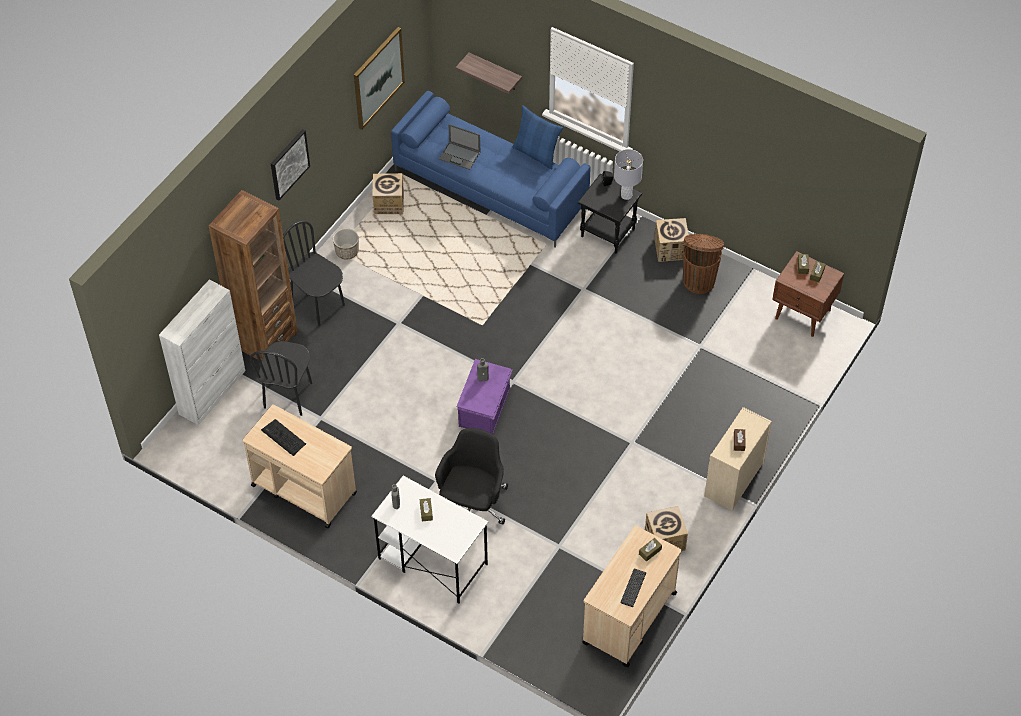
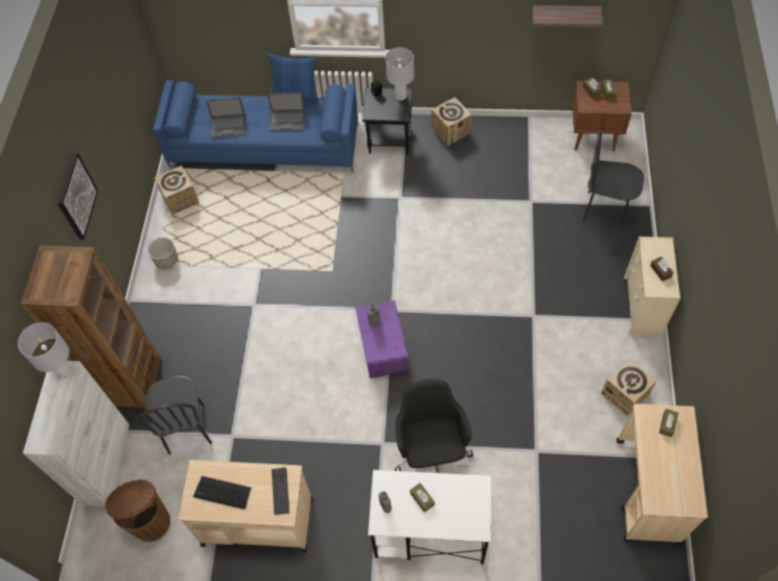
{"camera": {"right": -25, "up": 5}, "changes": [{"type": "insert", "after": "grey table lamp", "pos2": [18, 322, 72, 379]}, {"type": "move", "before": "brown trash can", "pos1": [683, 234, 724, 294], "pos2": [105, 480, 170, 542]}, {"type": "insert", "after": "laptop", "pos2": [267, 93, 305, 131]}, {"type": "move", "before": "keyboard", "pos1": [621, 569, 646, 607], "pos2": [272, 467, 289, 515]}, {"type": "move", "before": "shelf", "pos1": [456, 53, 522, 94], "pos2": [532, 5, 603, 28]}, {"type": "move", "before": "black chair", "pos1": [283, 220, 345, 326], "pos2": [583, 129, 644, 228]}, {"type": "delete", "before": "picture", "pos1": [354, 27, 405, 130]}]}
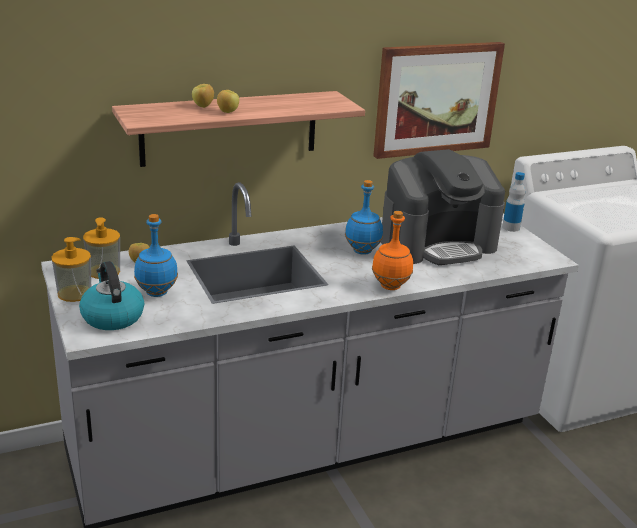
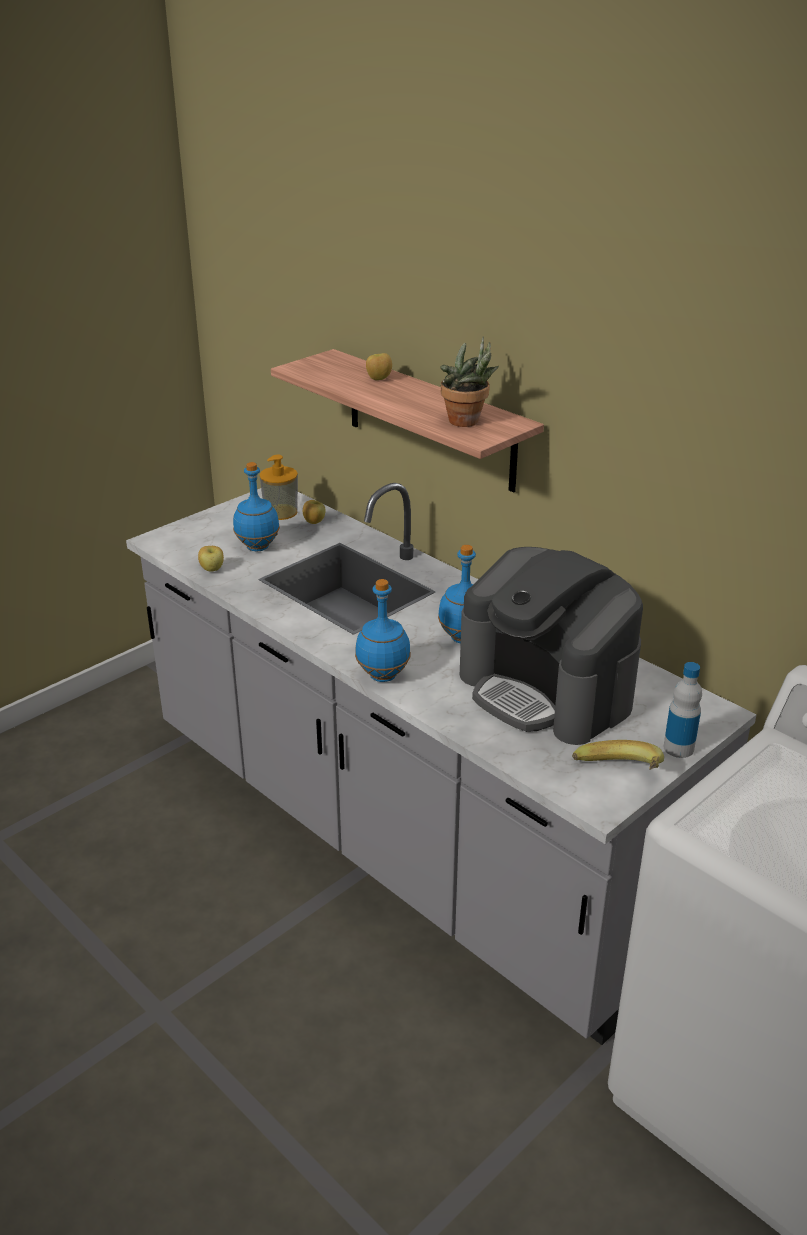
{"camera": {"right": 70, "up": 5}, "changes": [{"type": "move", "before": "apple", "pos1": [217, 90, 239, 113], "pos2": [198, 546, 224, 572]}, {"type": "recolor", "before": "orange bottle", "after": "blue bottle", "pos1": [372, 211, 413, 290], "pos2": [355, 579, 411, 682]}, {"type": "insert", "after": "potted plant", "pos2": [440, 337, 499, 427]}, {"type": "insert", "after": "banana", "pos2": [572, 740, 664, 769]}, {"type": "delete", "before": "soap dispenser", "pos1": [52, 237, 91, 302]}, {"type": "delete", "before": "kettle", "pos1": [79, 261, 144, 330]}, {"type": "delete", "before": "picture", "pos1": [373, 42, 505, 159]}]}
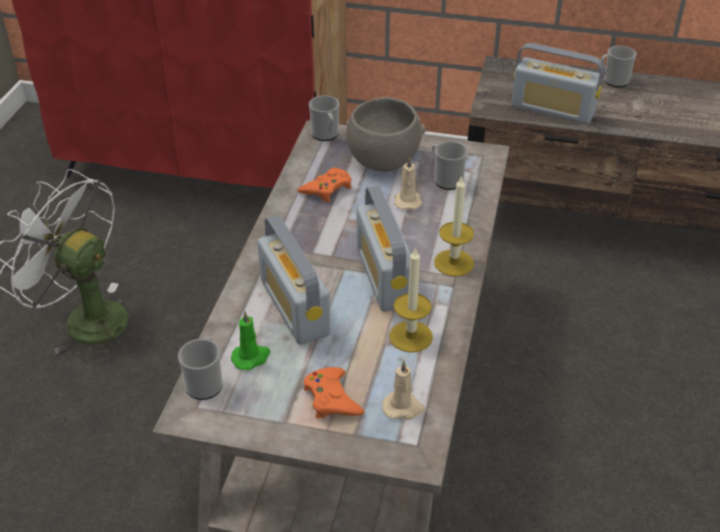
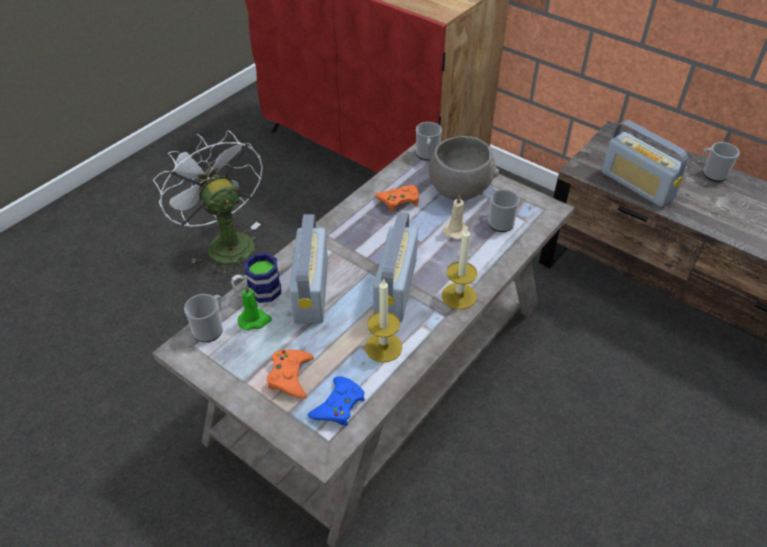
{"camera": {"right": 25, "up": 5}, "changes": [{"type": "insert", "after": "mug", "pos2": [231, 253, 281, 303]}, {"type": "replace", "before": "beige candle", "after": "blue game controller", "pos1": [382, 360, 425, 420], "pos2": [308, 376, 365, 426]}]}
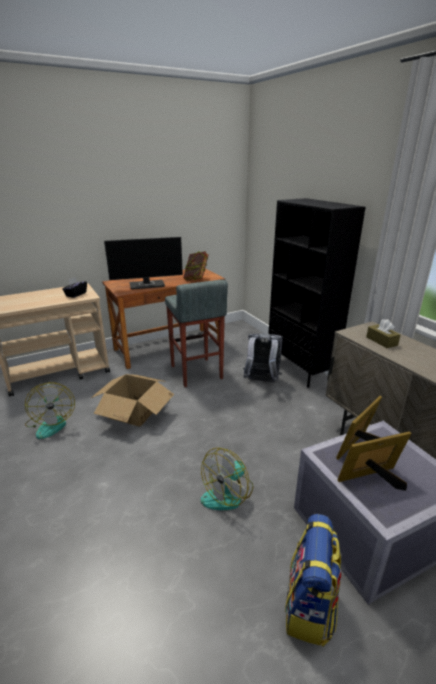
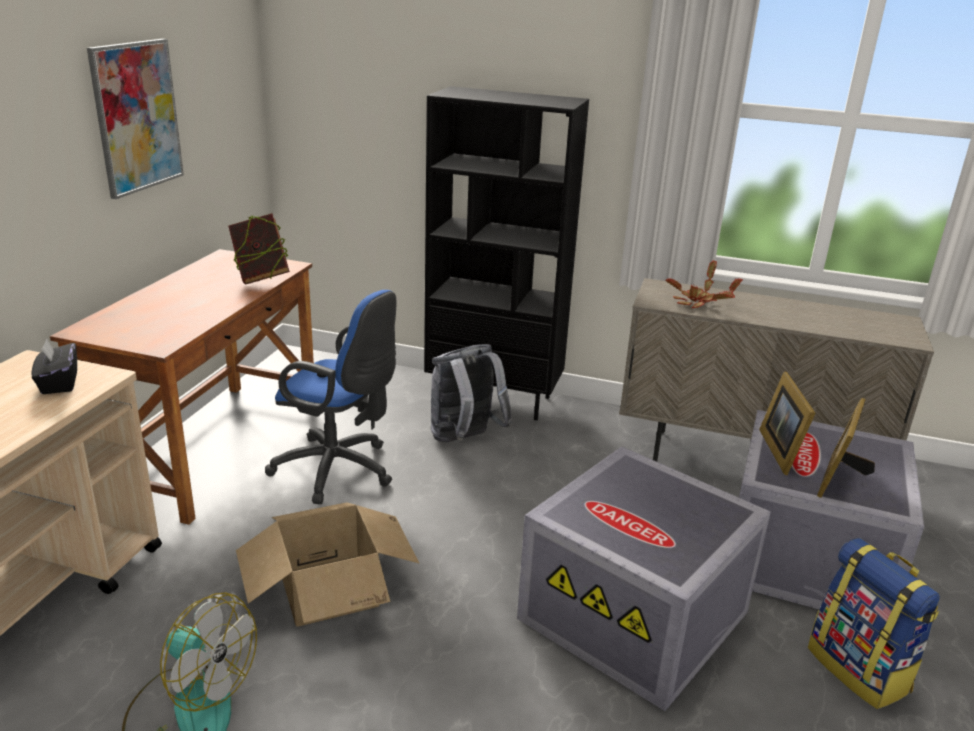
{"camera": {"right": -45, "up": 0}, "changes": [{"type": "insert", "after": "picture", "pos2": [87, 39, 184, 199]}, {"type": "replace", "before": "grey stool", "after": "blue office chair", "pos1": [165, 280, 228, 387], "pos2": [265, 290, 397, 504]}, {"type": "replace", "before": "fan", "after": "grey storage box", "pos1": [201, 448, 253, 510], "pos2": [517, 446, 771, 711]}, {"type": "replace", "before": "brown tissue box", "after": "potted plant", "pos1": [366, 319, 400, 348], "pos2": [665, 260, 743, 308]}, {"type": "delete", "before": "monitor", "pos1": [104, 237, 183, 289]}]}
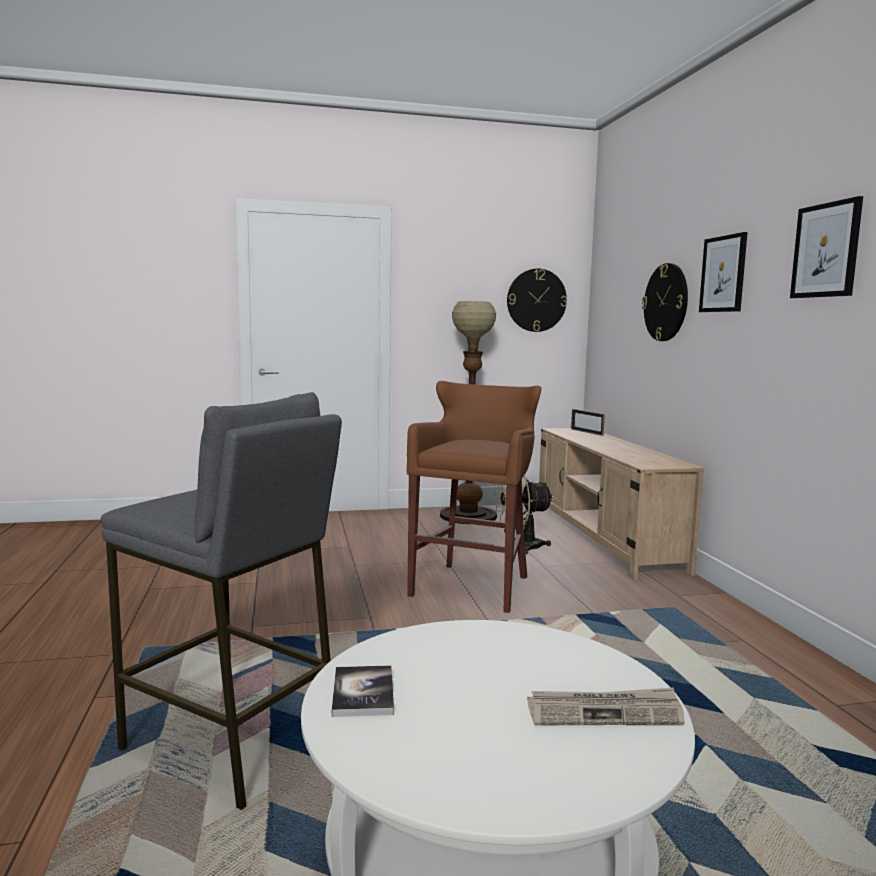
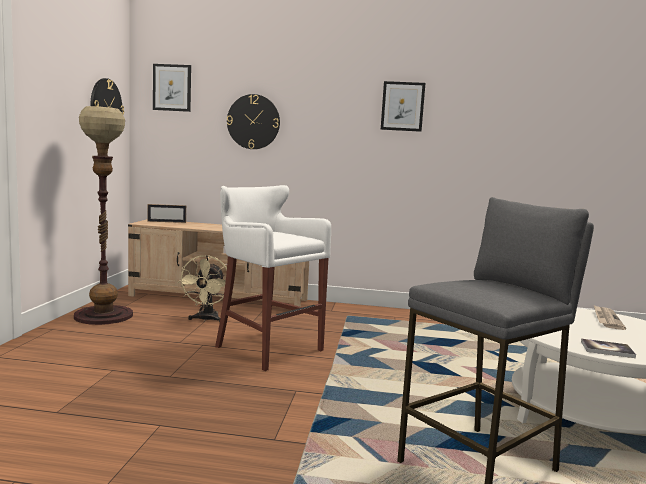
{"camera": {"right": -70, "up": 0}, "changes": [{"type": "move", "before": "picture", "pos1": [699, 232, 748, 312], "pos2": [153, 64, 191, 112]}, {"type": "recolor", "before": "brown stool", "after": "white stool", "pos1": [407, 381, 542, 613], "pos2": [215, 185, 331, 371]}]}
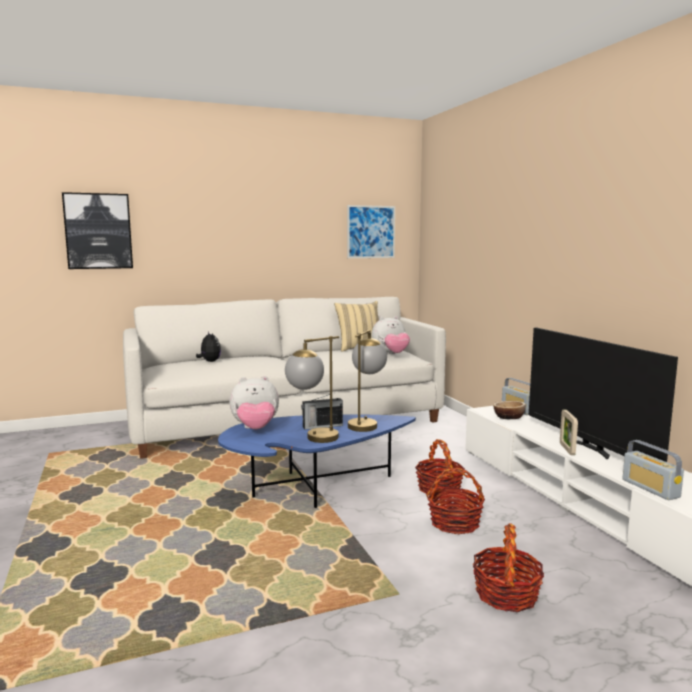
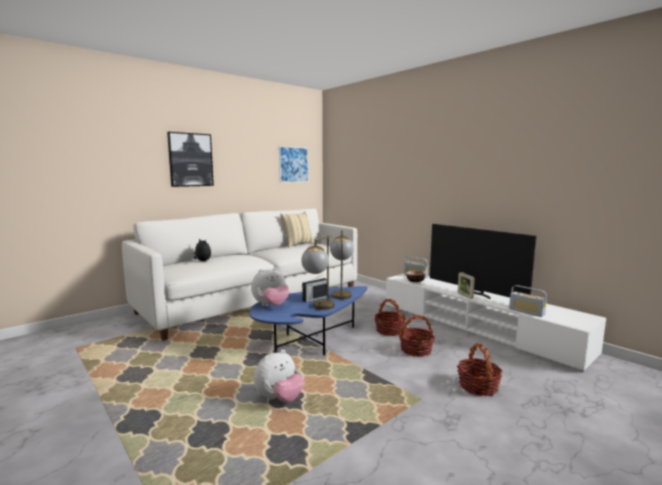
{"camera": {"right": -20, "up": 0}, "changes": [{"type": "move", "before": "picture", "pos1": [62, 192, 133, 269], "pos2": [167, 132, 214, 187]}, {"type": "move", "before": "plush toy", "pos1": [371, 316, 410, 354], "pos2": [254, 349, 304, 403]}]}
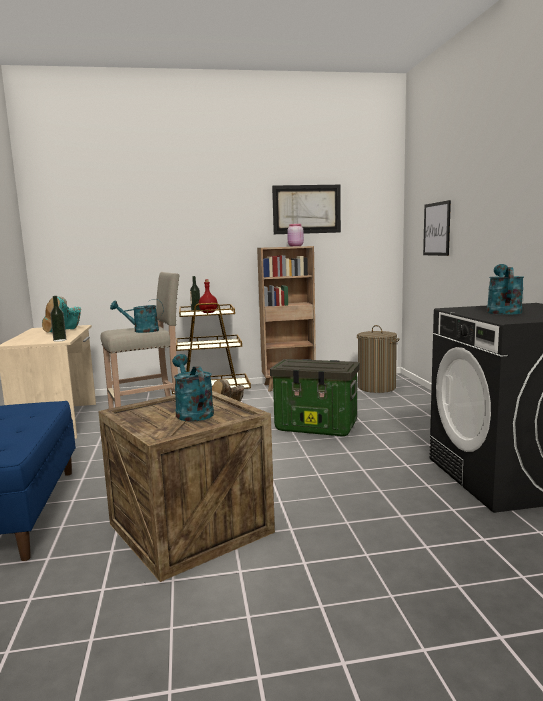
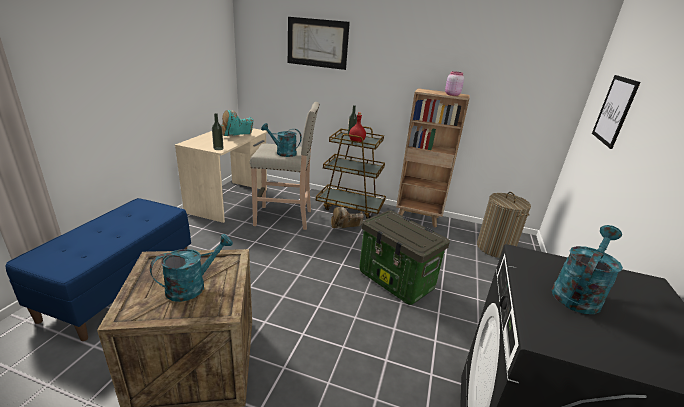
{"camera": {"right": 25, "up": 15}, "changes": [{"type": "rotate", "before": "turquoise watering can", "pos1": [172, 354, 214, 421], "pos2": [150, 234, 233, 302], "turn": 45}, {"type": "move", "before": "picture", "pos1": [272, 185, 341, 234], "pos2": [288, 17, 350, 70]}]}
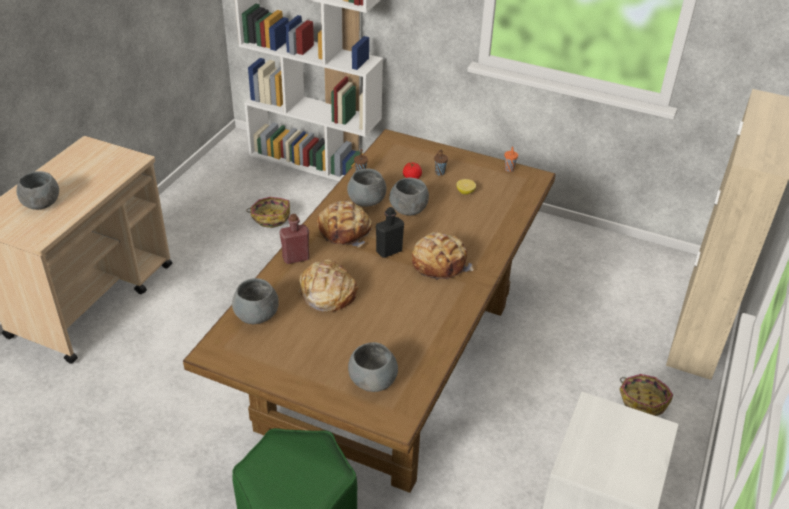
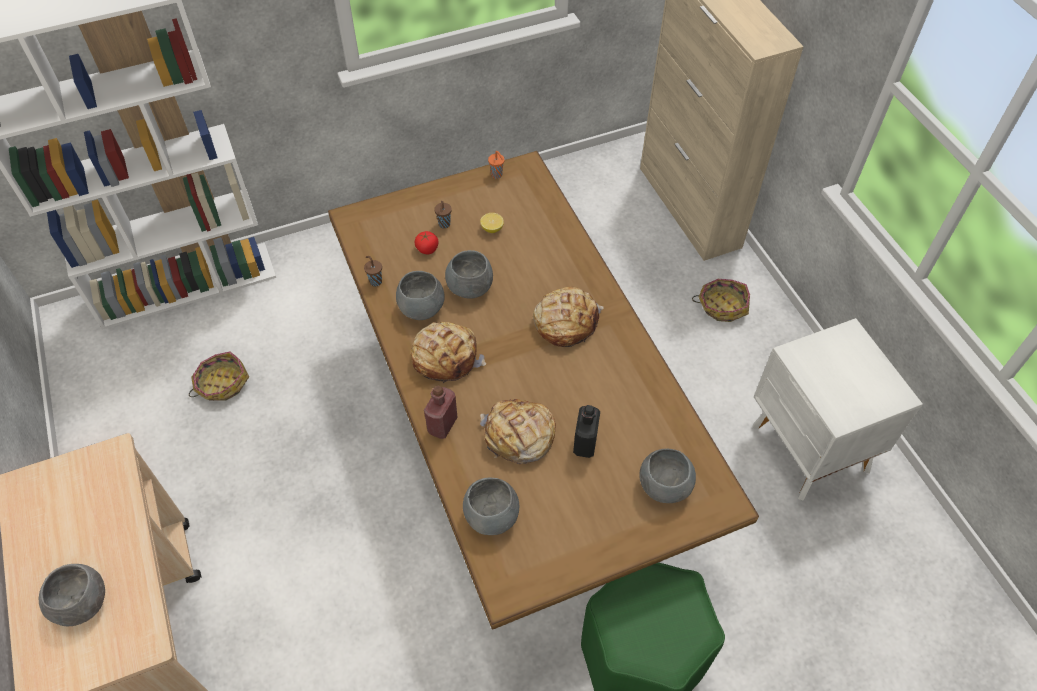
{"camera": {"right": -45, "up": 15}, "changes": [{"type": "move", "before": "black bottle", "pos1": [376, 207, 404, 258], "pos2": [573, 405, 600, 458]}]}
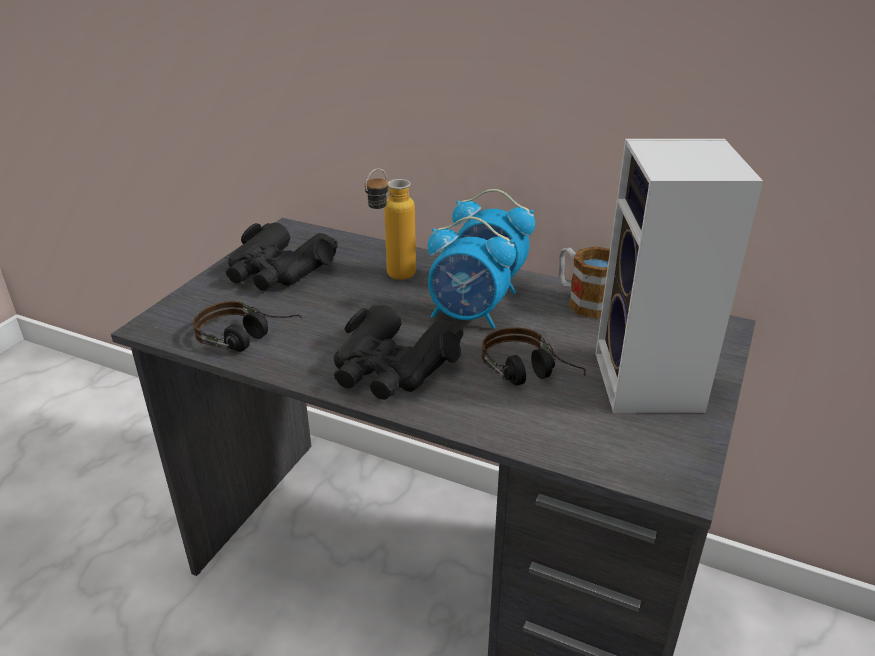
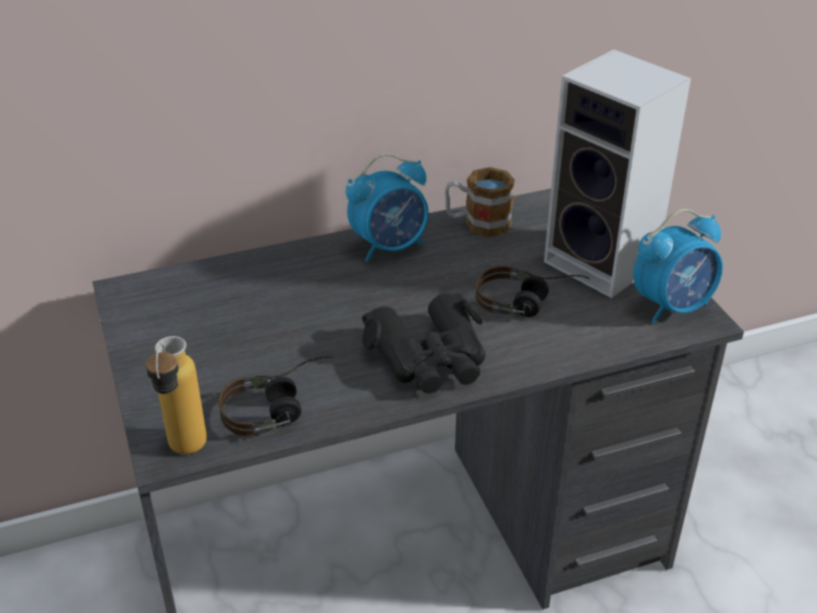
{"camera": {"right": -45, "up": 5}, "changes": [{"type": "move", "before": "bottle", "pos1": [365, 168, 416, 280], "pos2": [146, 336, 207, 454]}, {"type": "move", "before": "alarm clock", "pos1": [428, 217, 516, 329], "pos2": [633, 209, 723, 324]}, {"type": "delete", "before": "black binoculars", "pos1": [226, 223, 338, 291]}]}
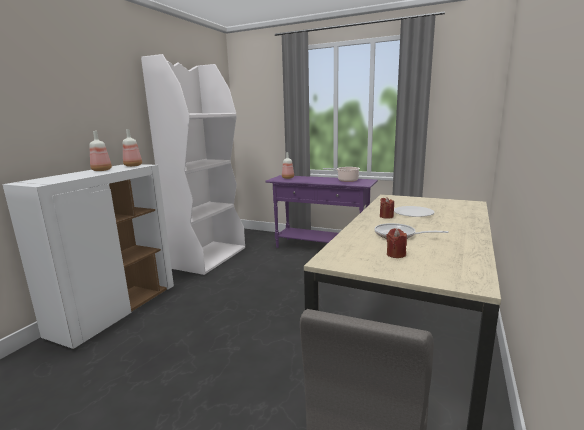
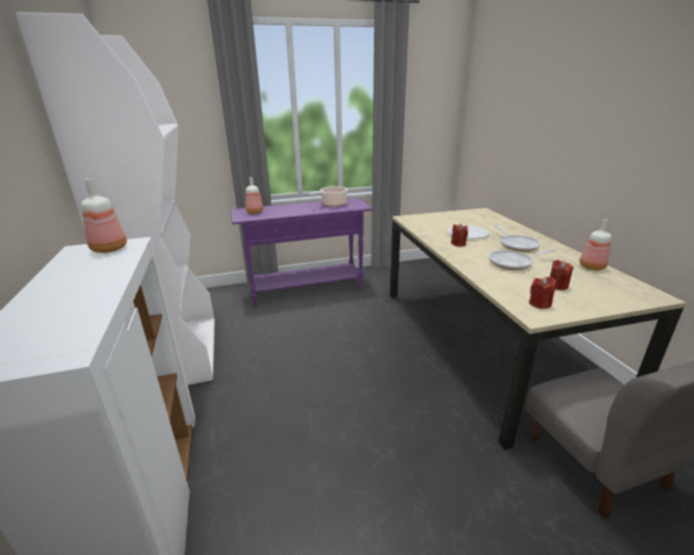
{"camera": {"right": -40, "up": 10}, "changes": [{"type": "insert", "after": "frying pan", "pos2": [494, 224, 541, 252]}, {"type": "insert", "after": "red candle", "pos2": [529, 277, 556, 309]}, {"type": "move", "before": "bottle", "pos1": [90, 131, 112, 171], "pos2": [579, 219, 611, 270]}]}
